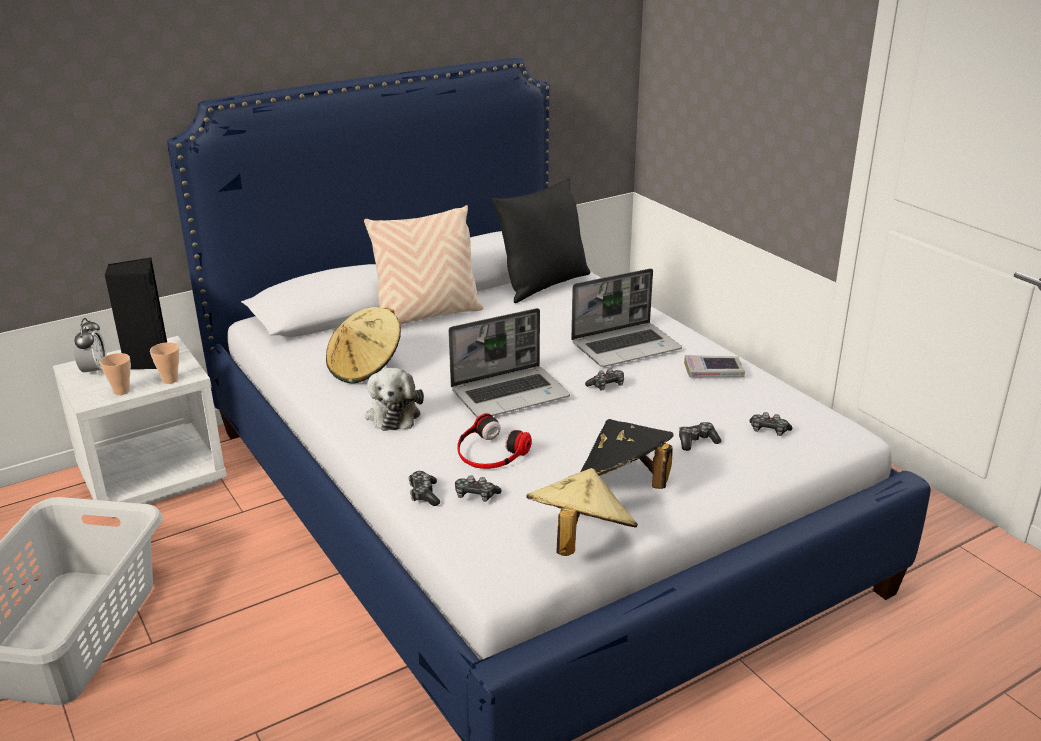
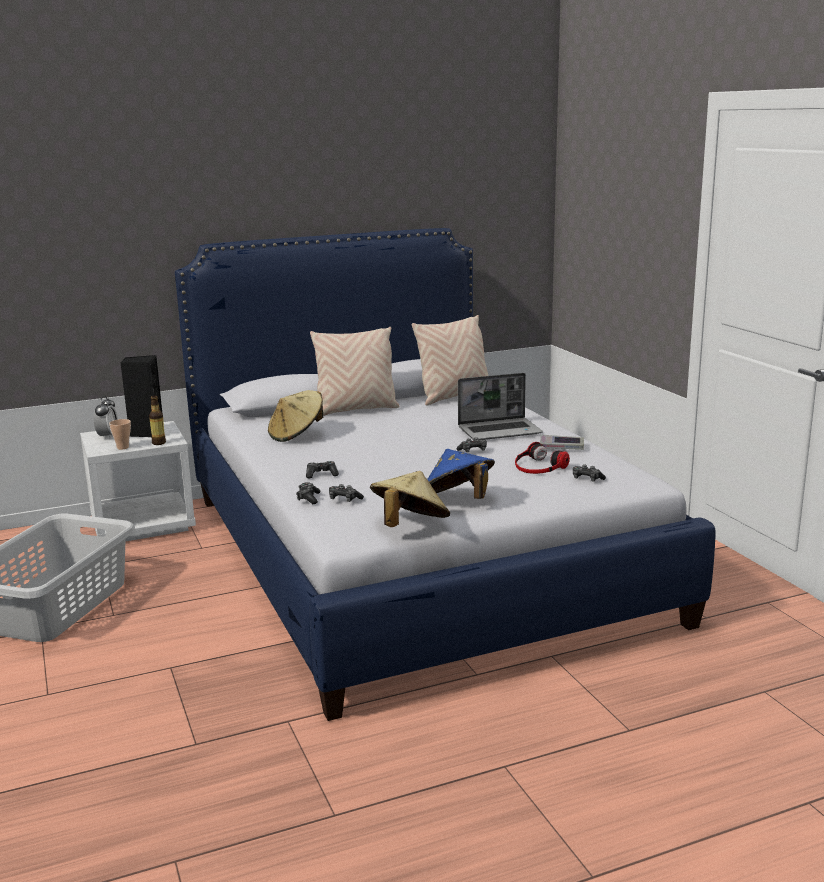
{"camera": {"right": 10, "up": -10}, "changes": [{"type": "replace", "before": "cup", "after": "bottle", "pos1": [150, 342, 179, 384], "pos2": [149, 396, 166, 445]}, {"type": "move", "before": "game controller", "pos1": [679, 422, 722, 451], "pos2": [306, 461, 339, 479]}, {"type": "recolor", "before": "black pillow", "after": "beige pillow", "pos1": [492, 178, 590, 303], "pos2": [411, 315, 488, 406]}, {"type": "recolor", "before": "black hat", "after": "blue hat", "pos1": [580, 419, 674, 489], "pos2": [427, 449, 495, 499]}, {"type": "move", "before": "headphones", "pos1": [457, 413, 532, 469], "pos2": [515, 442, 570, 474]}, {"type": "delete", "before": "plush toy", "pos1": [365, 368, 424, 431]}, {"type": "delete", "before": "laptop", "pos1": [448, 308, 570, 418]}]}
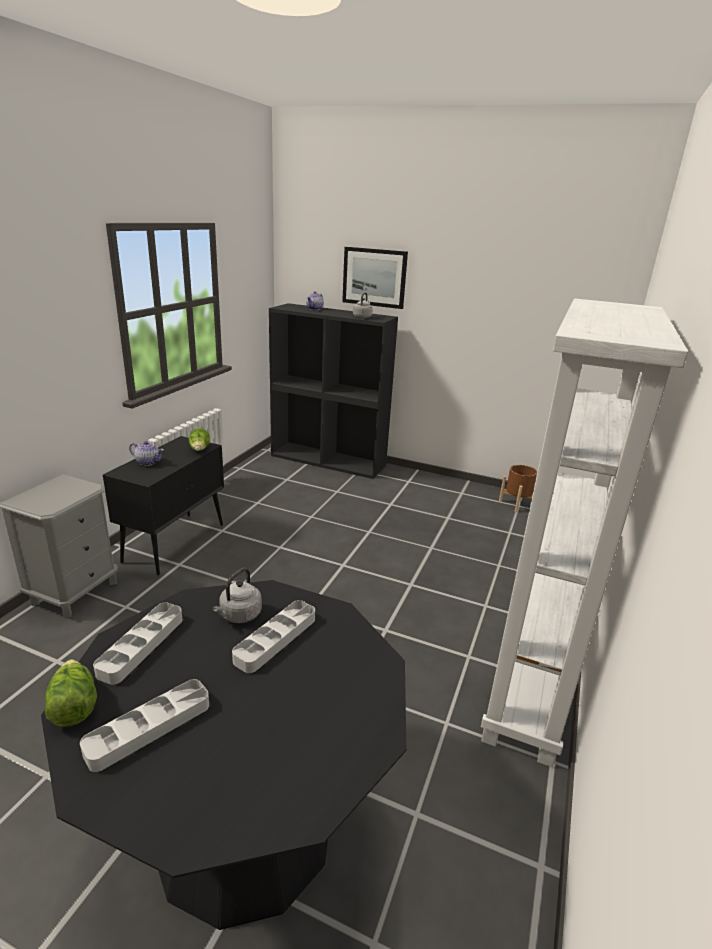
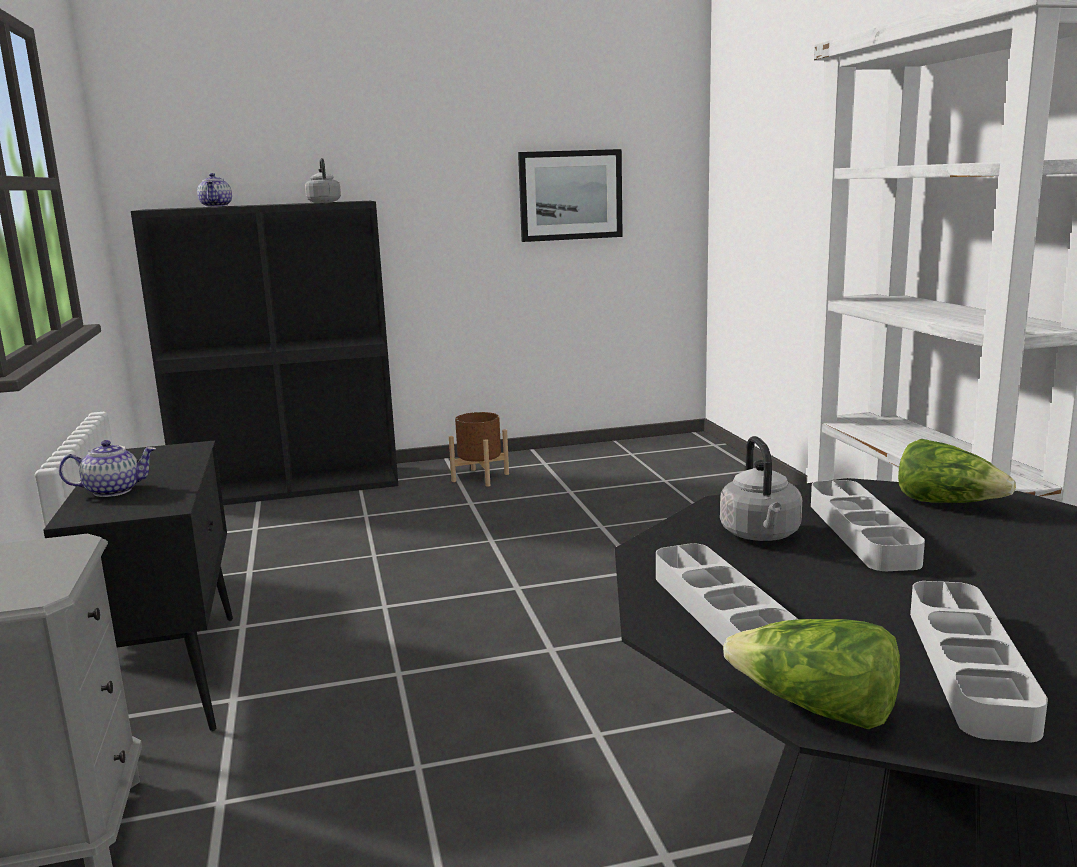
{"camera": {"right": -35, "up": -10}, "changes": [{"type": "move", "before": "brown planter", "pos1": [499, 465, 537, 512], "pos2": [449, 412, 509, 487]}, {"type": "move", "before": "picture", "pos1": [342, 247, 408, 309], "pos2": [518, 149, 623, 242]}, {"type": "move", "before": "lettuce", "pos1": [189, 428, 210, 451], "pos2": [898, 439, 1016, 503]}]}
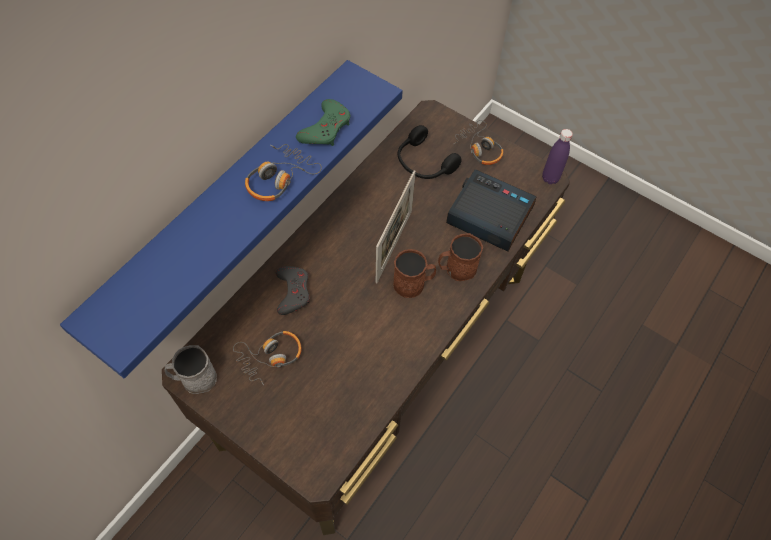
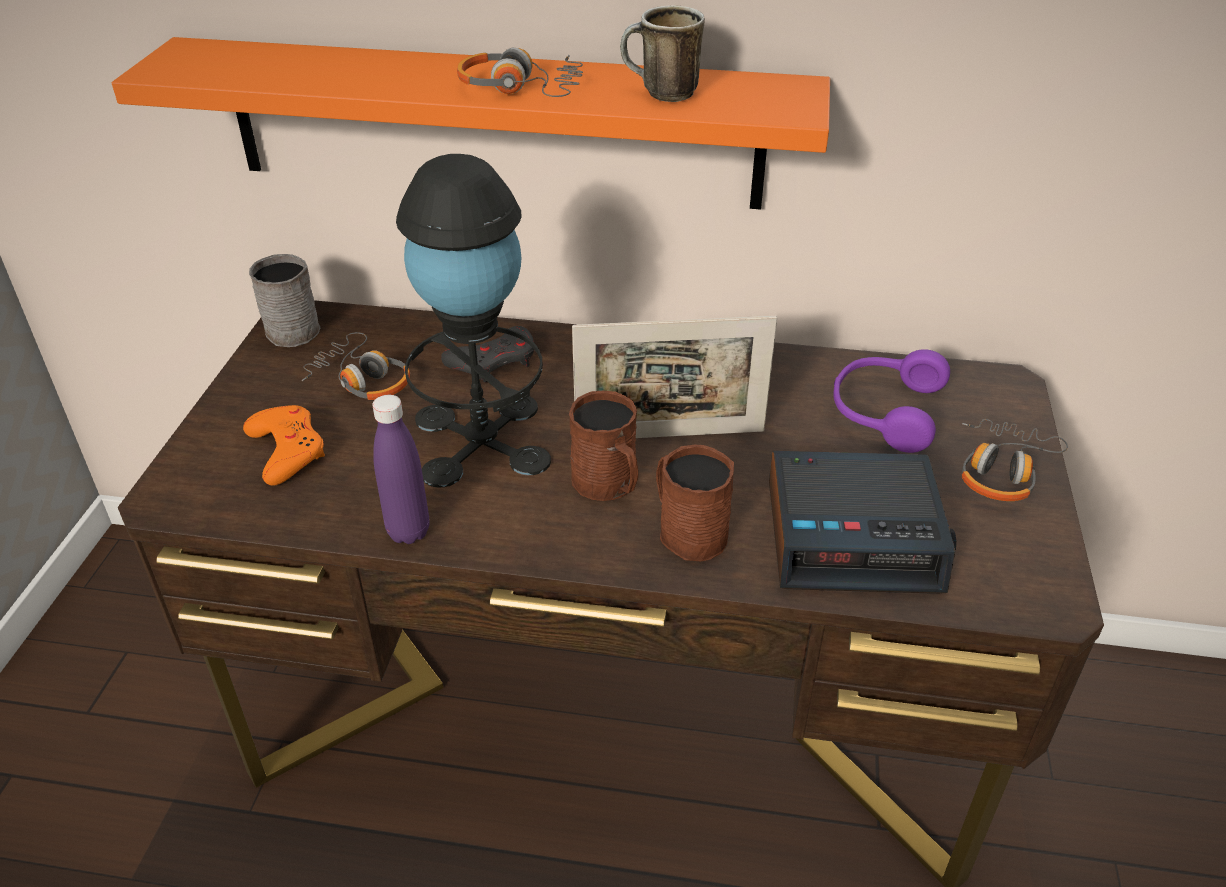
{"camera": {"right": 65, "up": -20}, "changes": [{"type": "recolor", "before": "blue shelf", "after": "orange shelf", "pos1": [60, 60, 403, 378], "pos2": [112, 37, 830, 210]}, {"type": "insert", "after": "orange game controller", "pos2": [243, 405, 325, 486]}, {"type": "move", "before": "purple bottle", "pos1": [542, 129, 573, 184], "pos2": [372, 395, 429, 544]}, {"type": "insert", "after": "black table lamp", "pos2": [396, 154, 551, 488]}, {"type": "replace", "before": "green game controller", "after": "mug", "pos1": [296, 99, 350, 146], "pos2": [620, 5, 705, 102]}, {"type": "rotate", "before": "alarm clock", "pos1": [446, 169, 537, 252], "pos2": [769, 451, 956, 594], "turn": 90}, {"type": "recolor", "before": "black headphones", "after": "purple headphones", "pos1": [398, 125, 462, 179], "pos2": [833, 349, 950, 453]}]}
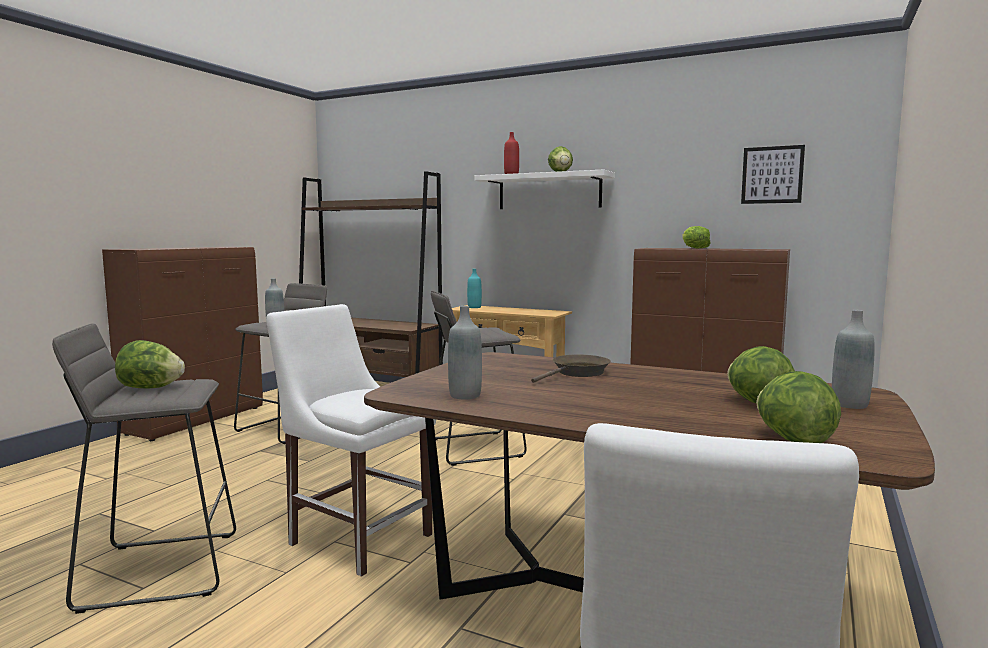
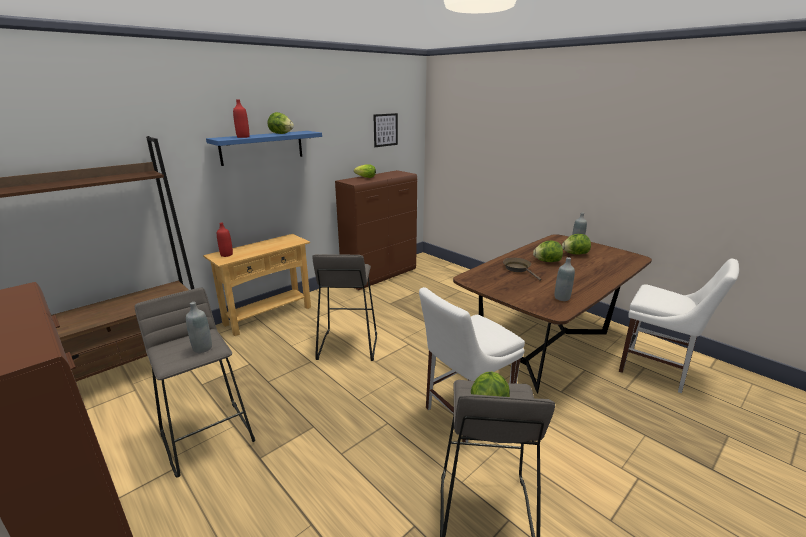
{"camera": {"right": -70, "up": 15}, "changes": [{"type": "recolor", "before": "white shelf", "after": "blue shelf", "pos1": [474, 169, 615, 209], "pos2": [206, 131, 322, 166]}, {"type": "recolor", "before": "turquoise bottle", "after": "red bottle", "pos1": [467, 269, 482, 308], "pos2": [217, 222, 233, 257]}, {"type": "move", "before": "lettuce", "pos1": [756, 371, 841, 443], "pos2": [533, 241, 563, 262]}]}
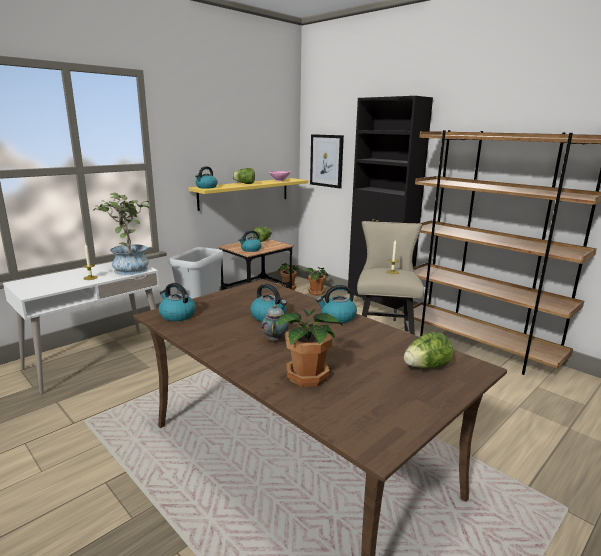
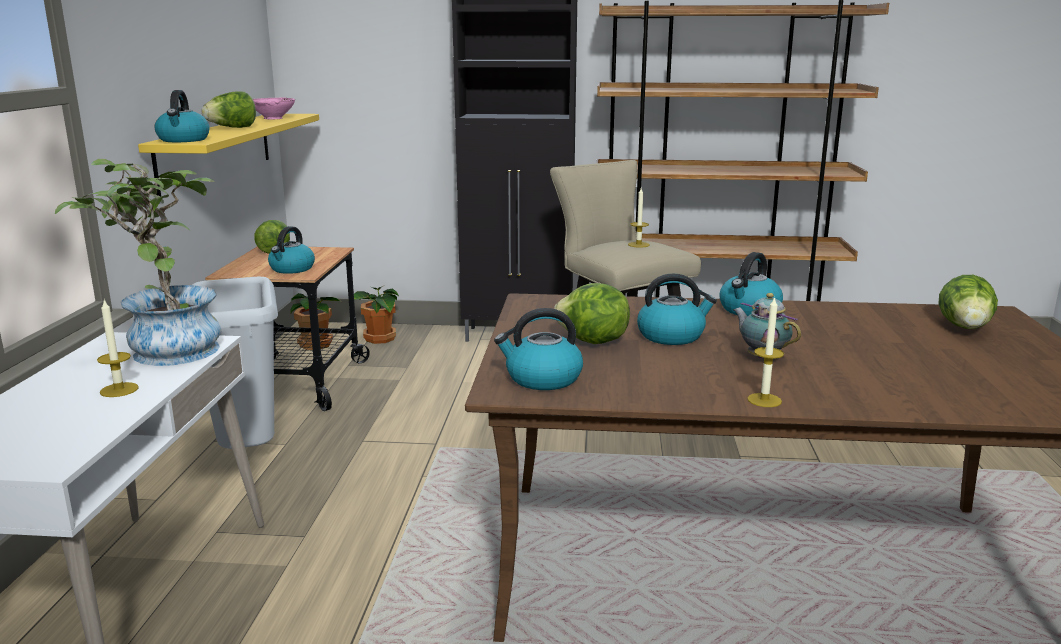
{"camera": {"right": -40, "up": 0}, "changes": [{"type": "insert", "after": "lettuce", "pos2": [554, 283, 630, 344]}, {"type": "insert", "after": "candle", "pos2": [747, 296, 784, 407]}, {"type": "delete", "before": "potted plant", "pos1": [278, 308, 343, 387]}, {"type": "delete", "before": "picture", "pos1": [310, 134, 344, 188]}]}
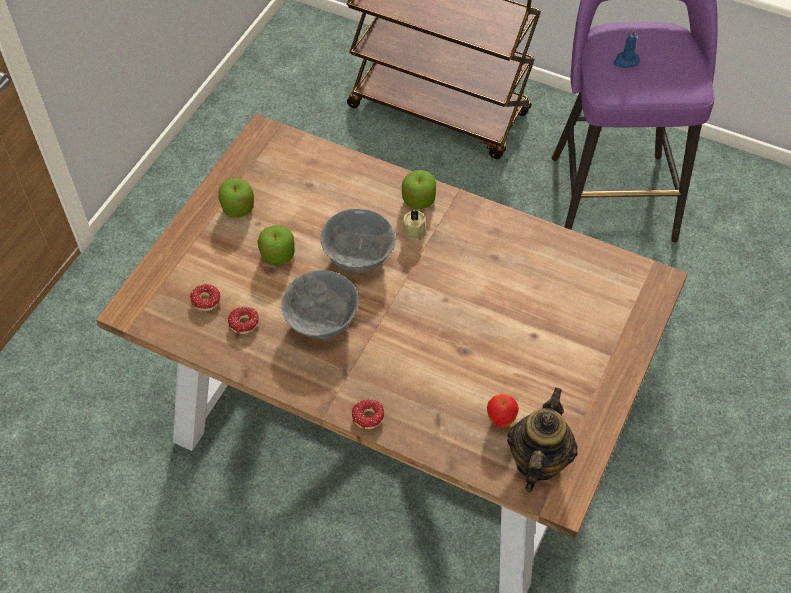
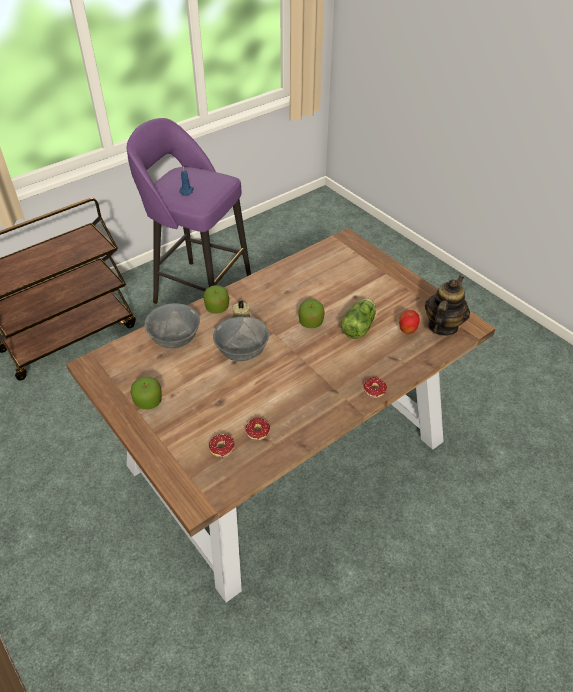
{"camera": {"right": -65, "up": -10}, "changes": [{"type": "move", "before": "grey bowl", "pos1": [281, 270, 359, 339], "pos2": [144, 303, 200, 349]}, {"type": "move", "before": "apple", "pos1": [257, 225, 295, 265], "pos2": [298, 299, 325, 328]}, {"type": "insert", "after": "lettuce", "pos2": [341, 299, 376, 339]}, {"type": "rotate", "before": "teapot", "pos1": [507, 388, 578, 492], "pos2": [425, 276, 470, 336], "turn": 75}]}
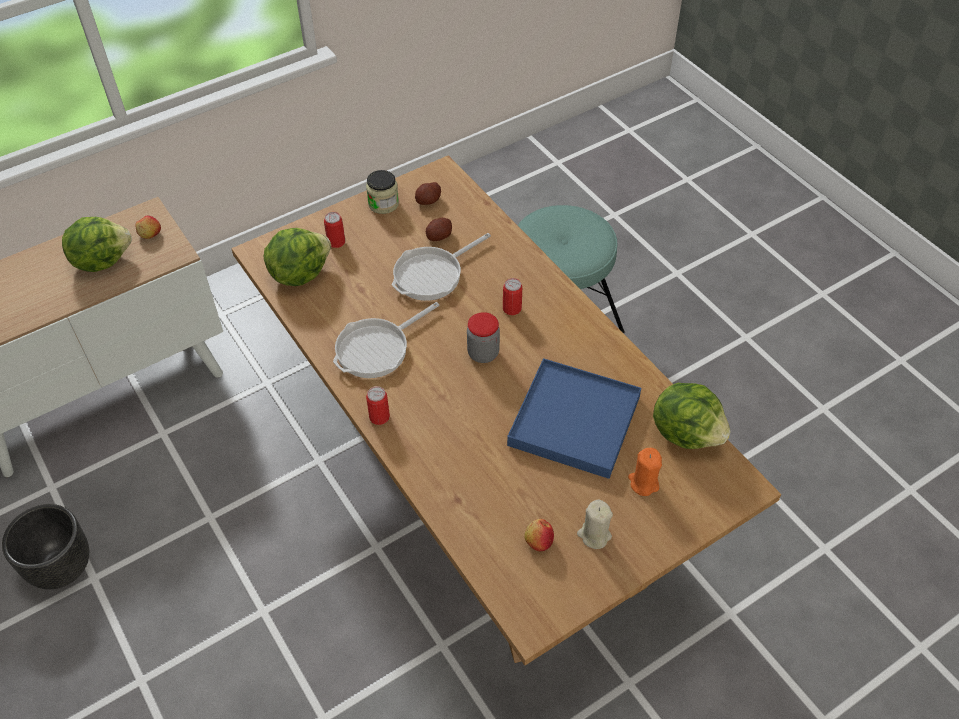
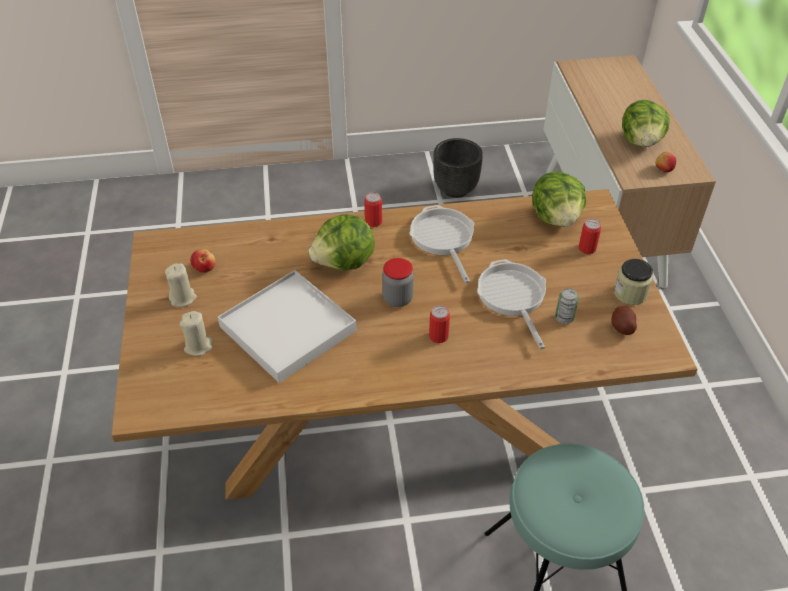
{"camera": {"right": 115, "up": -5}, "changes": [{"type": "recolor", "before": "orange candle", "after": "beige candle", "pos1": [628, 448, 662, 496], "pos2": [180, 311, 213, 356]}, {"type": "recolor", "before": "blue tray", "after": "white tray", "pos1": [507, 358, 641, 479], "pos2": [218, 270, 357, 383]}, {"type": "move", "before": "lettuce", "pos1": [653, 383, 731, 449], "pos2": [309, 215, 375, 271]}, {"type": "replace", "before": "potato", "after": "can", "pos1": [426, 218, 452, 241], "pos2": [555, 288, 579, 324]}]}
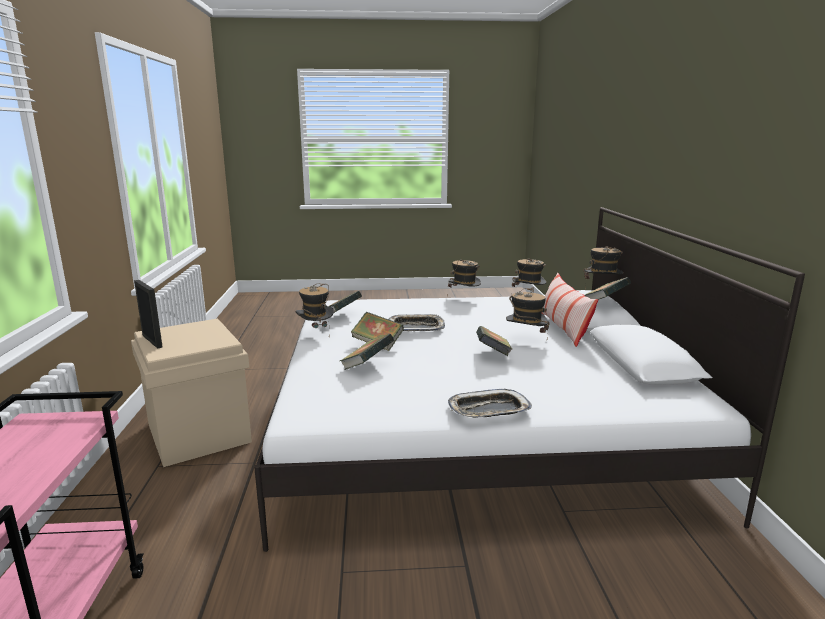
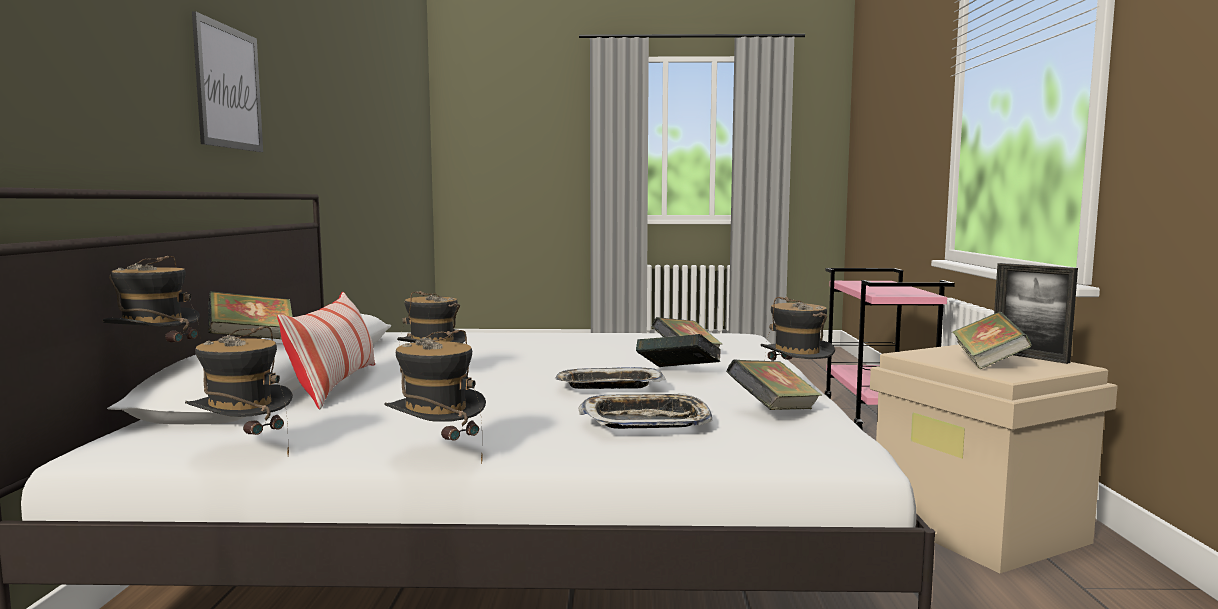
{"camera": {"right": -175, "up": -10}, "changes": [{"type": "insert", "after": "picture", "pos2": [192, 11, 263, 152]}, {"type": "move", "before": "tray", "pos1": [448, 389, 532, 418], "pos2": [578, 393, 712, 429]}, {"type": "move", "before": "book", "pos1": [476, 326, 512, 356], "pos2": [952, 312, 1032, 369]}]}
